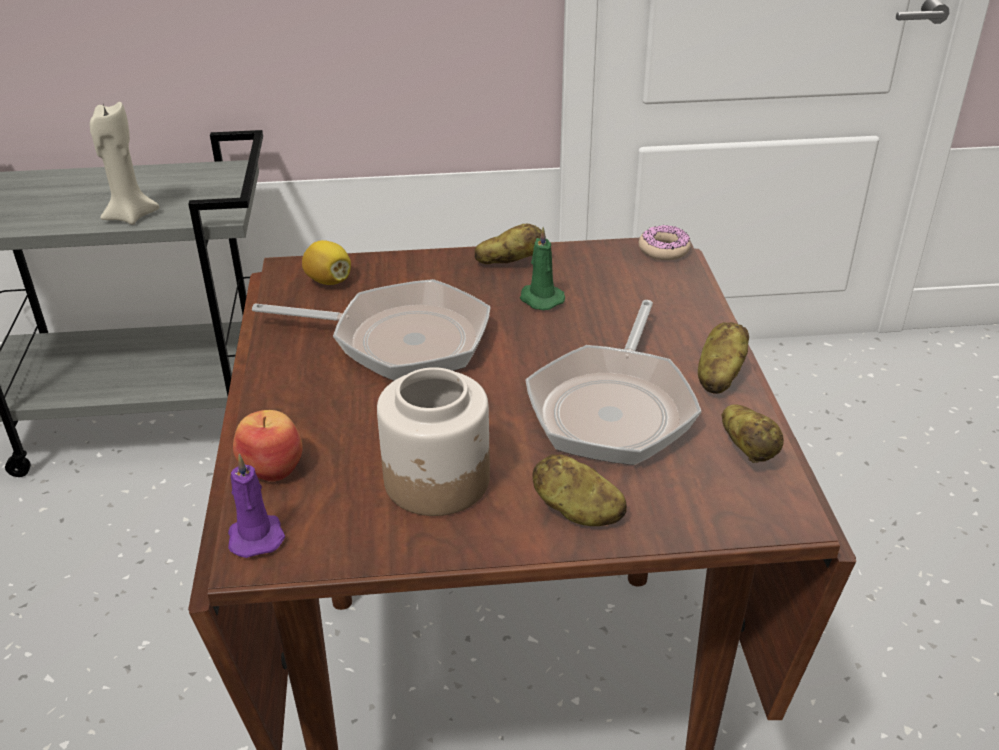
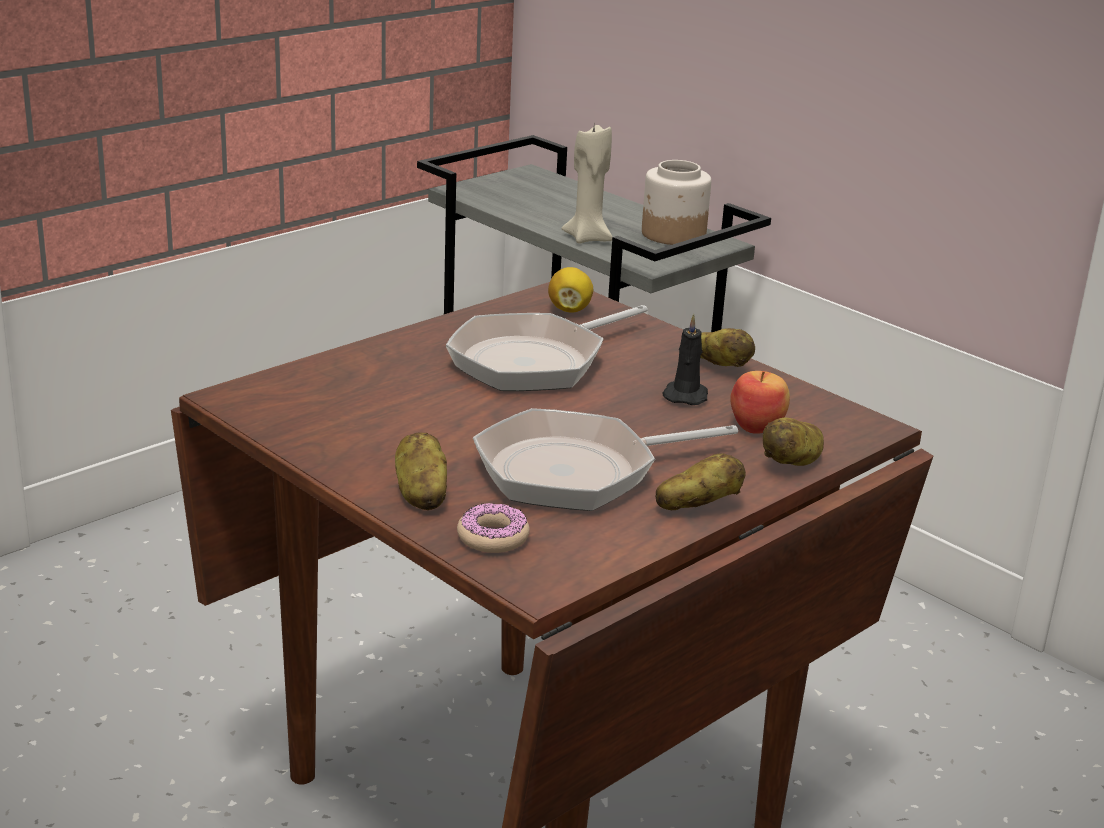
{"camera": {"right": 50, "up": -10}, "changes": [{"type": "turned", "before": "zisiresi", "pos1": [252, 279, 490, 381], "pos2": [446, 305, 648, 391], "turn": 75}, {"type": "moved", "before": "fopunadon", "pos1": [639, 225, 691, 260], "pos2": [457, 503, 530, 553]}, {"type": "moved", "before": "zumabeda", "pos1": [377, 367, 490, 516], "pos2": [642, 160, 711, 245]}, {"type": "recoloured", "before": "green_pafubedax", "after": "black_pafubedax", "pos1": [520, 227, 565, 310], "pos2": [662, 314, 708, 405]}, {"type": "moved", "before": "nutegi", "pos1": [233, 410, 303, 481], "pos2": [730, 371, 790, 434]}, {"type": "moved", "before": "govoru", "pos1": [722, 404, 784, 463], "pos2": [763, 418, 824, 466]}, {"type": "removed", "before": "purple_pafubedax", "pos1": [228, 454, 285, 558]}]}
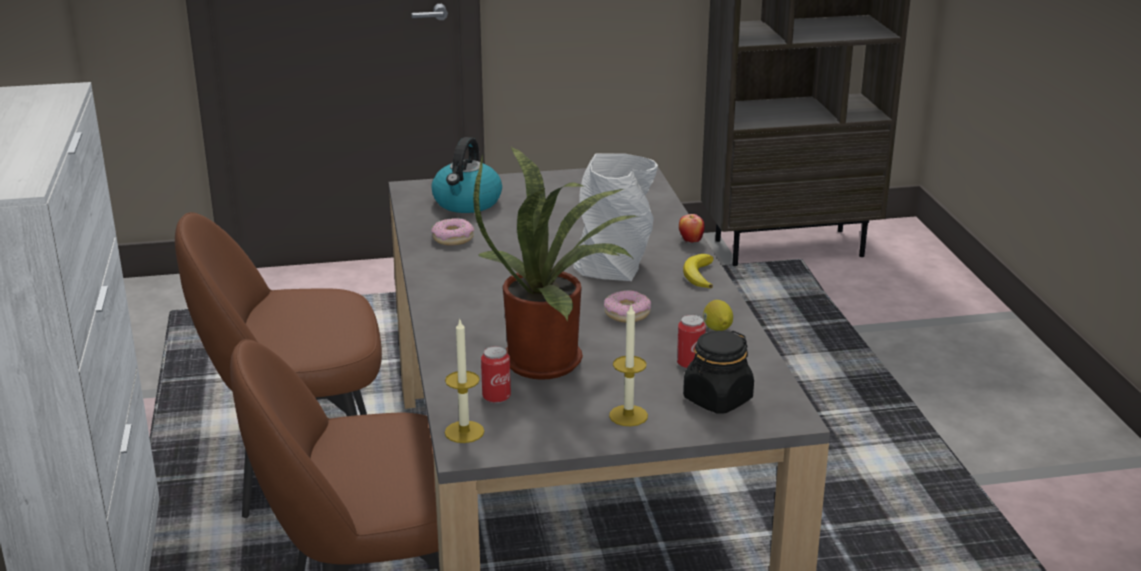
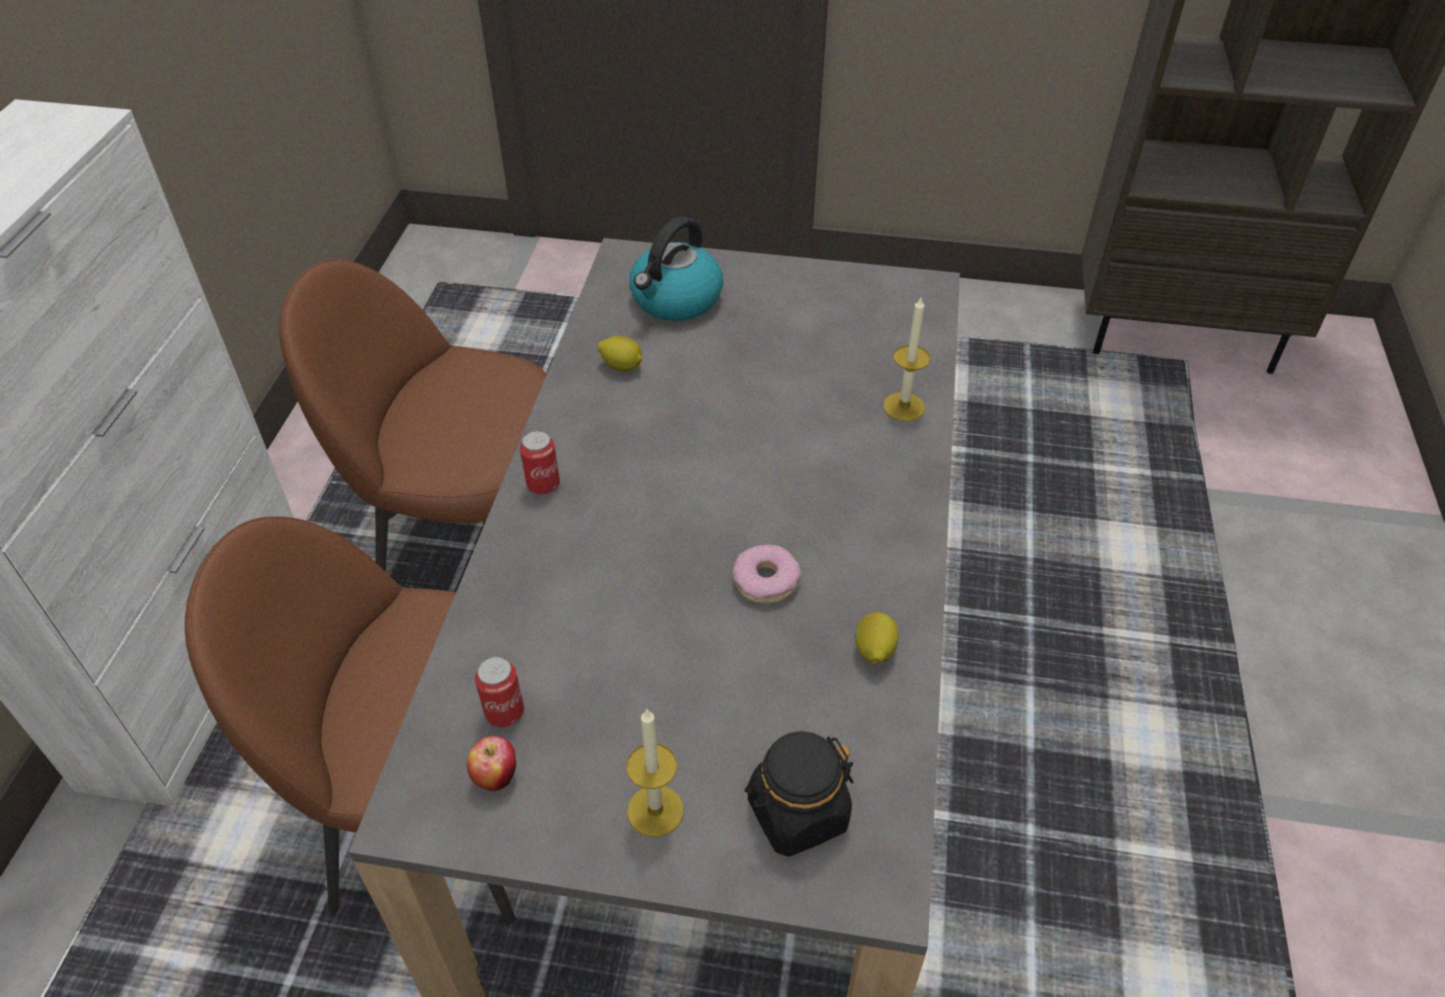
{"camera": {"right": 20, "up": 20}, "changes": [{"type": "moved", "before": "nutegi", "pos1": [679, 214, 705, 243], "pos2": [467, 736, 516, 791]}, {"type": "moved", "before": "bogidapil", "pos1": [677, 314, 706, 369], "pos2": [520, 430, 560, 494]}, {"type": "replaced", "before": "fopunadon", "after": "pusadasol", "pos1": [431, 218, 474, 246], "pos2": [597, 336, 642, 371]}, {"type": "moved", "before": "pafubedax", "pos1": [445, 320, 484, 443], "pos2": [883, 298, 930, 421]}, {"type": "removed", "before": "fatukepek", "pos1": [473, 147, 639, 380]}, {"type": "removed", "before": "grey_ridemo", "pos1": [574, 153, 658, 281]}, {"type": "removed", "before": "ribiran", "pos1": [683, 254, 713, 288]}]}
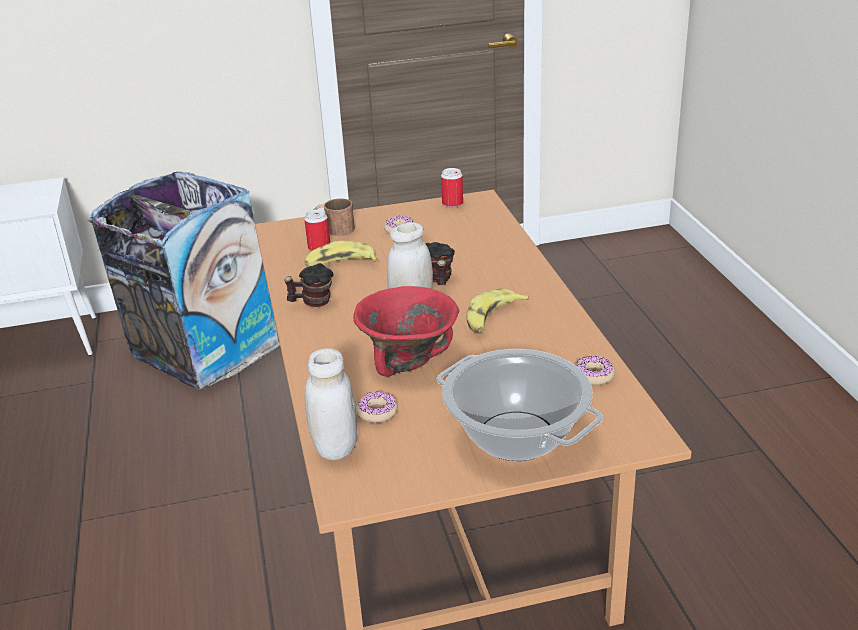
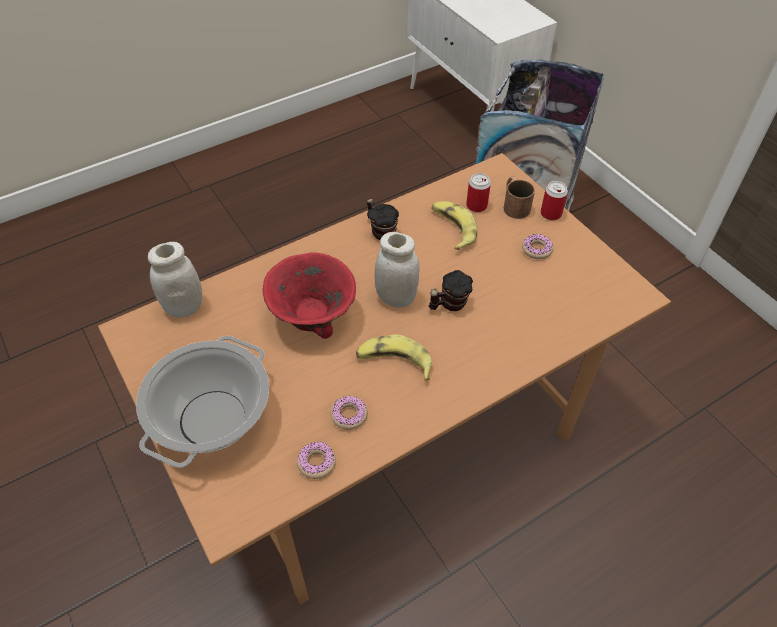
{"camera": {"right": 70, "up": 20}, "changes": [{"type": "moved", "before": "fopunadon", "pos1": [356, 391, 398, 423], "pos2": [330, 396, 368, 430]}, {"type": "moved", "before": "bogidapil", "pos1": [441, 168, 463, 207], "pos2": [541, 181, 568, 220]}]}
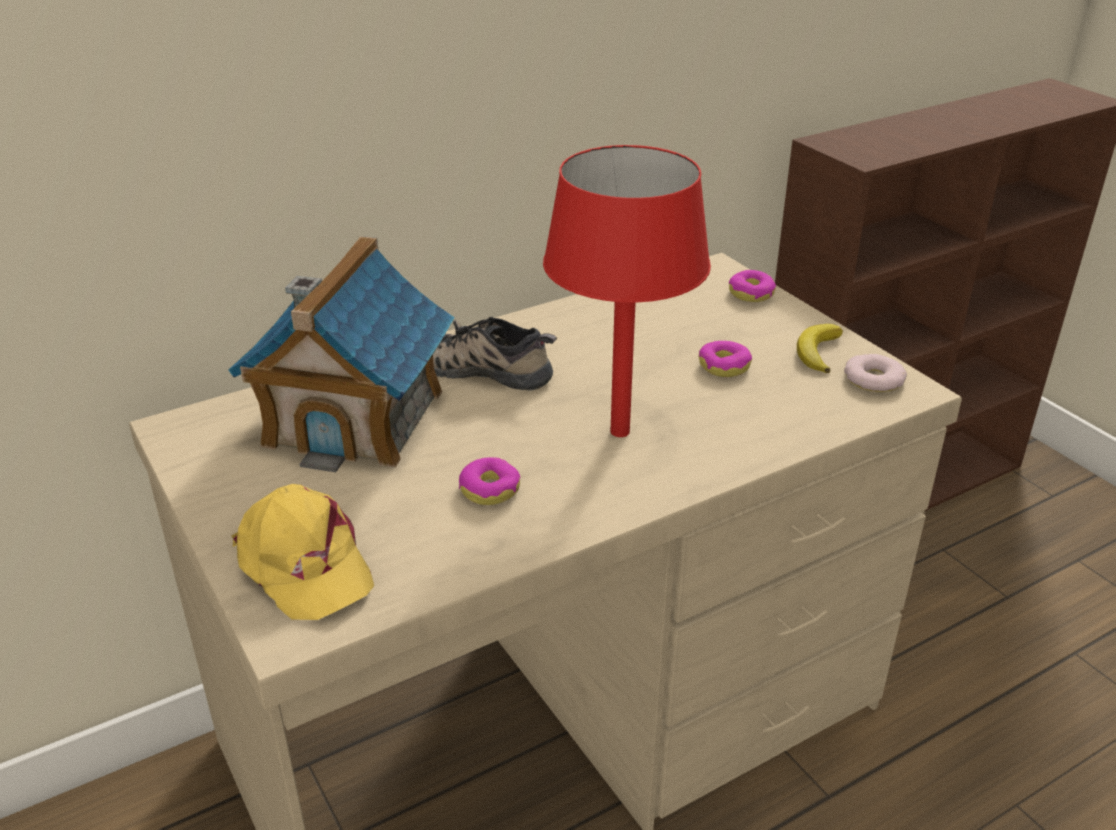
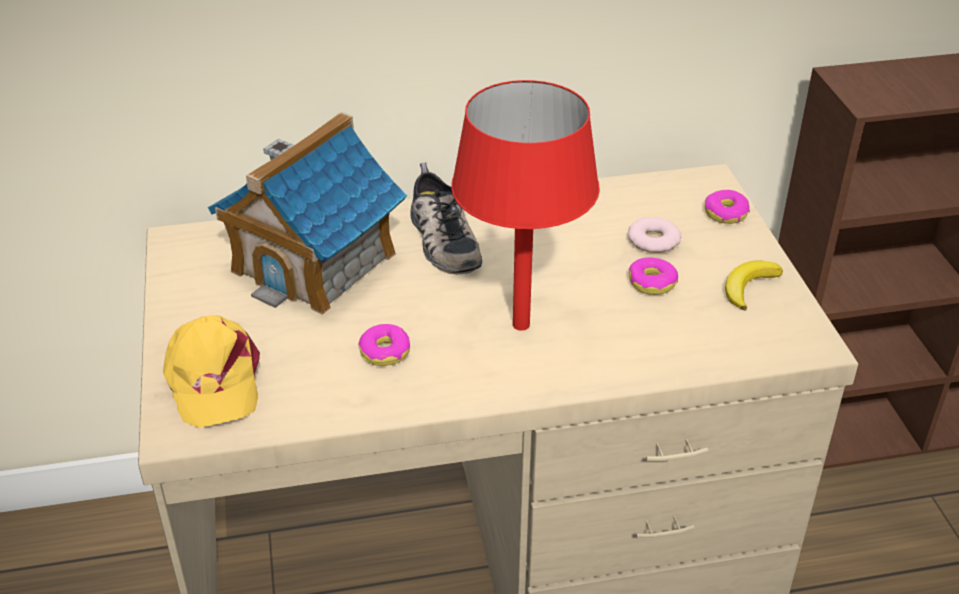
{"camera": {"right": 20, "up": 5}, "changes": [{"type": "turned", "before": "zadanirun", "pos1": [433, 317, 557, 391], "pos2": [410, 163, 482, 274], "turn": -150}, {"type": "moved", "before": "fopunadon", "pos1": [844, 354, 907, 392], "pos2": [628, 217, 681, 253]}]}
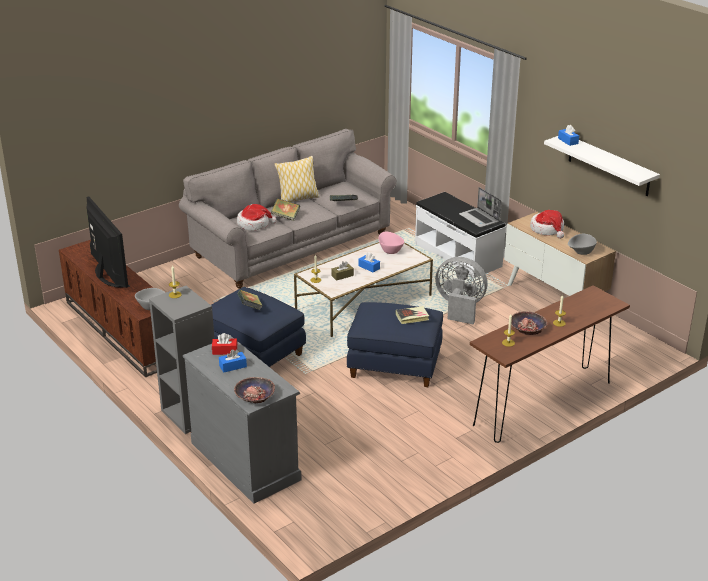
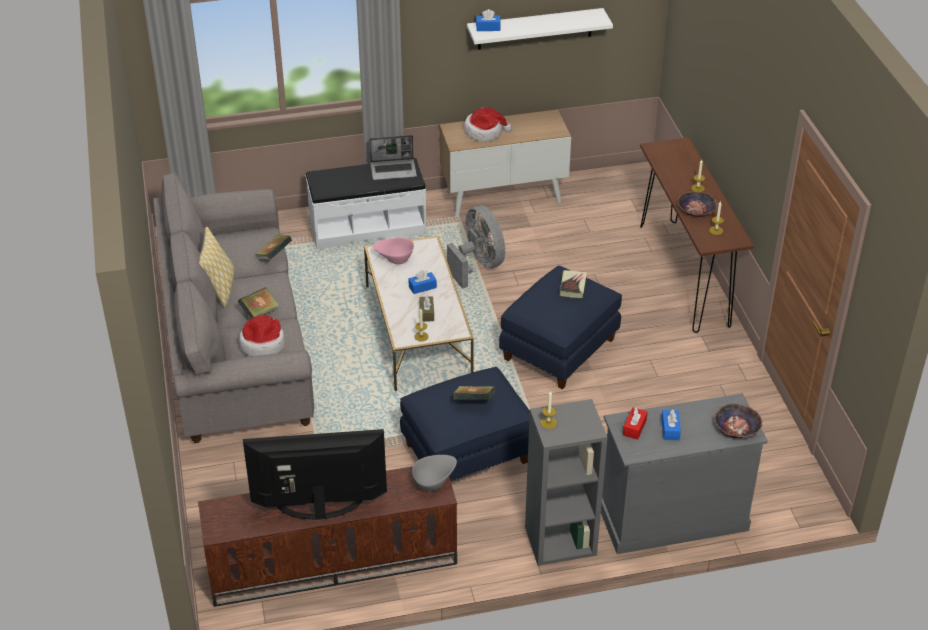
{"camera": {"right": -65, "up": 10}, "changes": [{"type": "turned", "before": "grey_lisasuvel", "pos1": [435, 257, 487, 324], "pos2": [447, 206, 505, 289], "turn": 105}, {"type": "removed", "before": "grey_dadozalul", "pos1": [568, 234, 597, 255]}]}
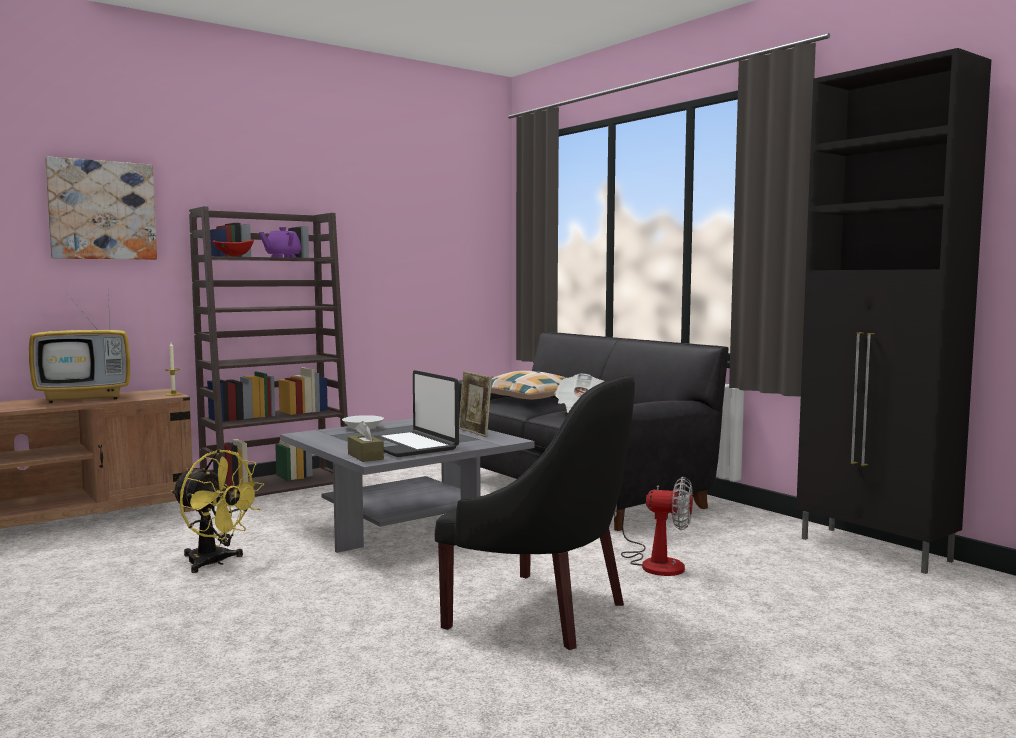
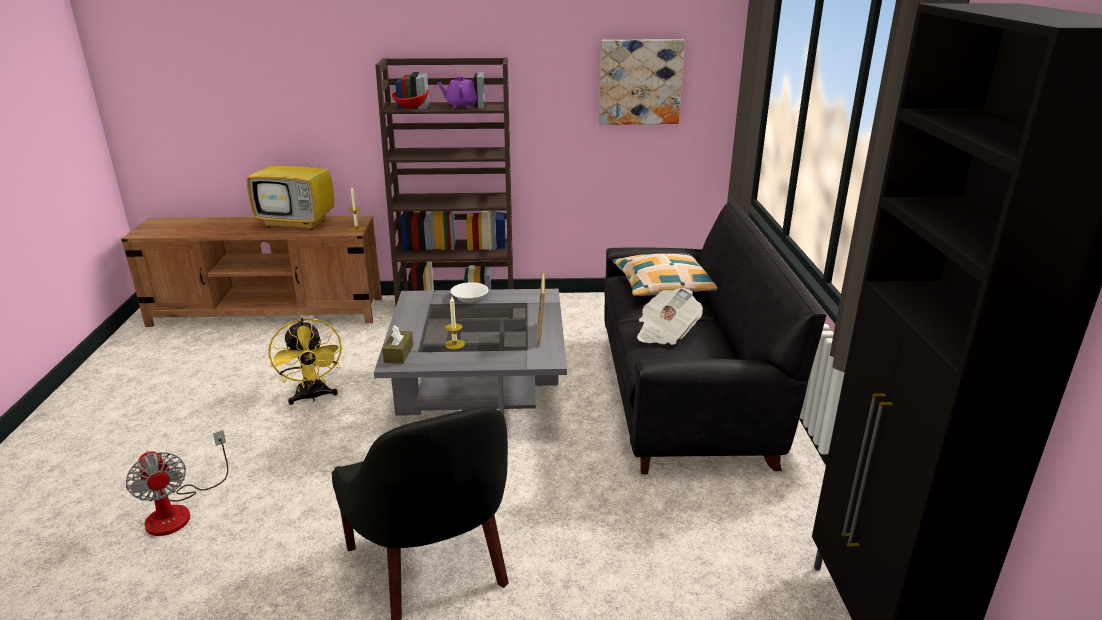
{"camera": {"right": 35, "up": 20}, "changes": [{"type": "moved", "before": "lisasuvel", "pos1": [614, 477, 693, 576], "pos2": [126, 430, 228, 536]}, {"type": "replaced", "before": "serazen", "after": "pafubedax", "pos1": [373, 370, 459, 457], "pos2": [445, 296, 465, 349]}, {"type": "moved", "before": "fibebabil", "pos1": [45, 156, 157, 260], "pos2": [599, 39, 685, 125]}]}
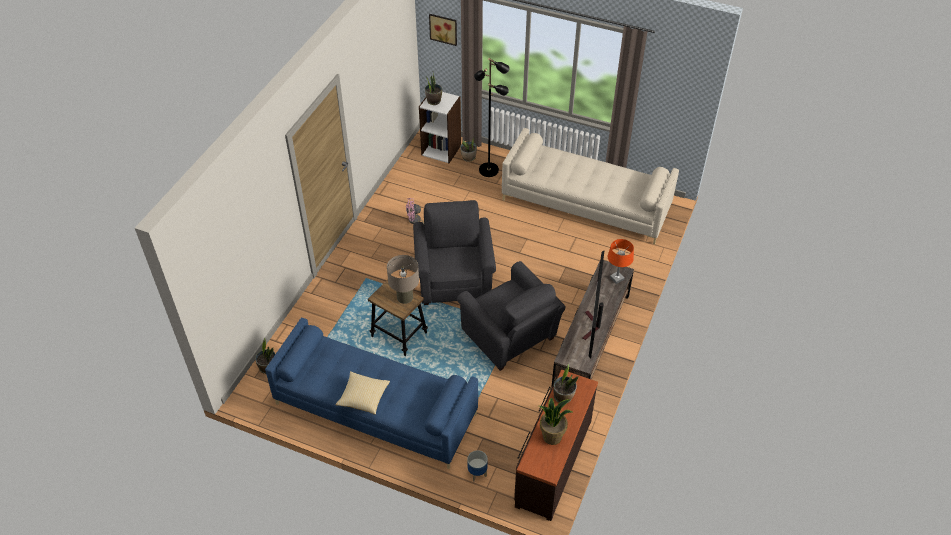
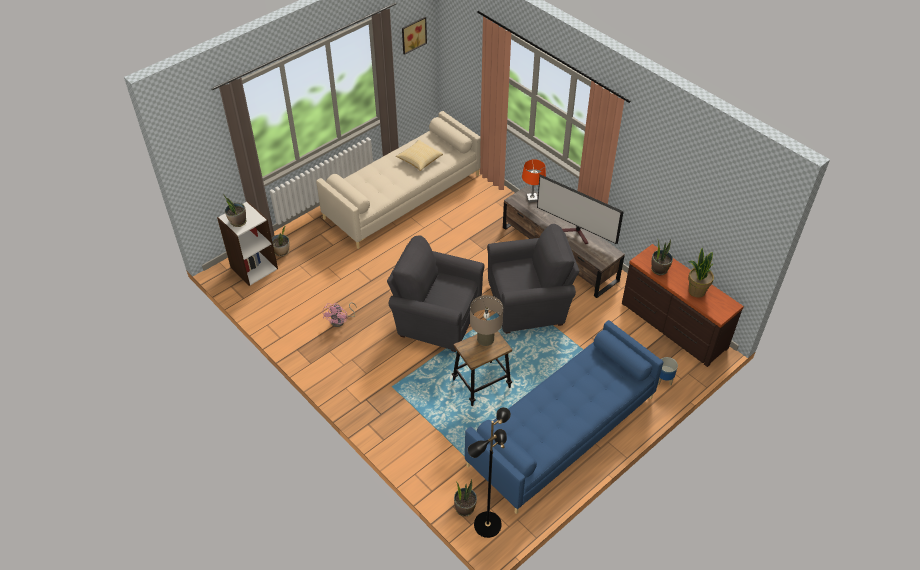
{"camera": {"right": -65, "up": 0}, "changes": [{"type": "moved", "before": "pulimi", "pos1": [336, 371, 390, 415], "pos2": [396, 140, 443, 171]}, {"type": "moved", "before": "fibebabil", "pos1": [429, 14, 457, 46], "pos2": [402, 17, 427, 55]}, {"type": "moved", "before": "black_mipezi", "pos1": [474, 58, 510, 177], "pos2": [468, 407, 511, 538]}]}
